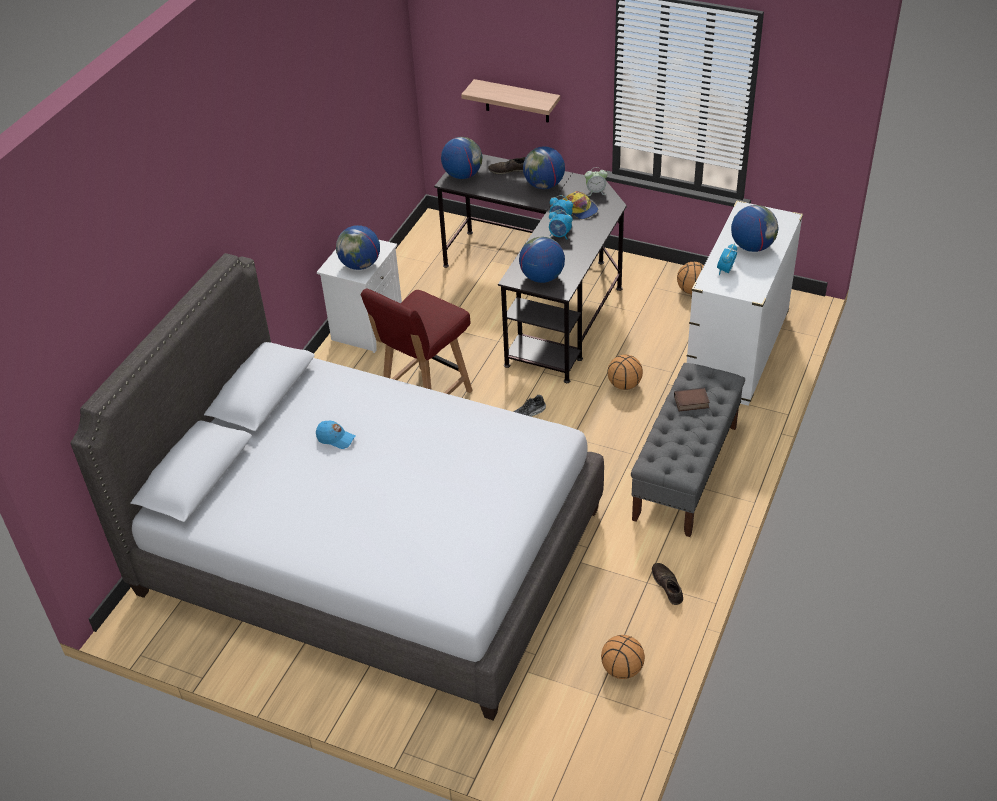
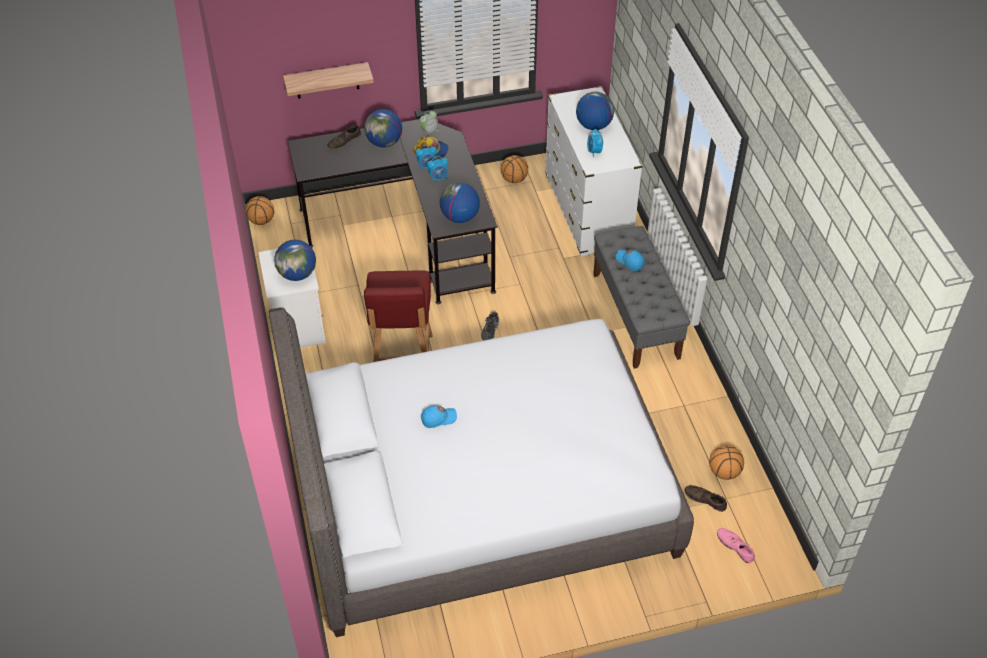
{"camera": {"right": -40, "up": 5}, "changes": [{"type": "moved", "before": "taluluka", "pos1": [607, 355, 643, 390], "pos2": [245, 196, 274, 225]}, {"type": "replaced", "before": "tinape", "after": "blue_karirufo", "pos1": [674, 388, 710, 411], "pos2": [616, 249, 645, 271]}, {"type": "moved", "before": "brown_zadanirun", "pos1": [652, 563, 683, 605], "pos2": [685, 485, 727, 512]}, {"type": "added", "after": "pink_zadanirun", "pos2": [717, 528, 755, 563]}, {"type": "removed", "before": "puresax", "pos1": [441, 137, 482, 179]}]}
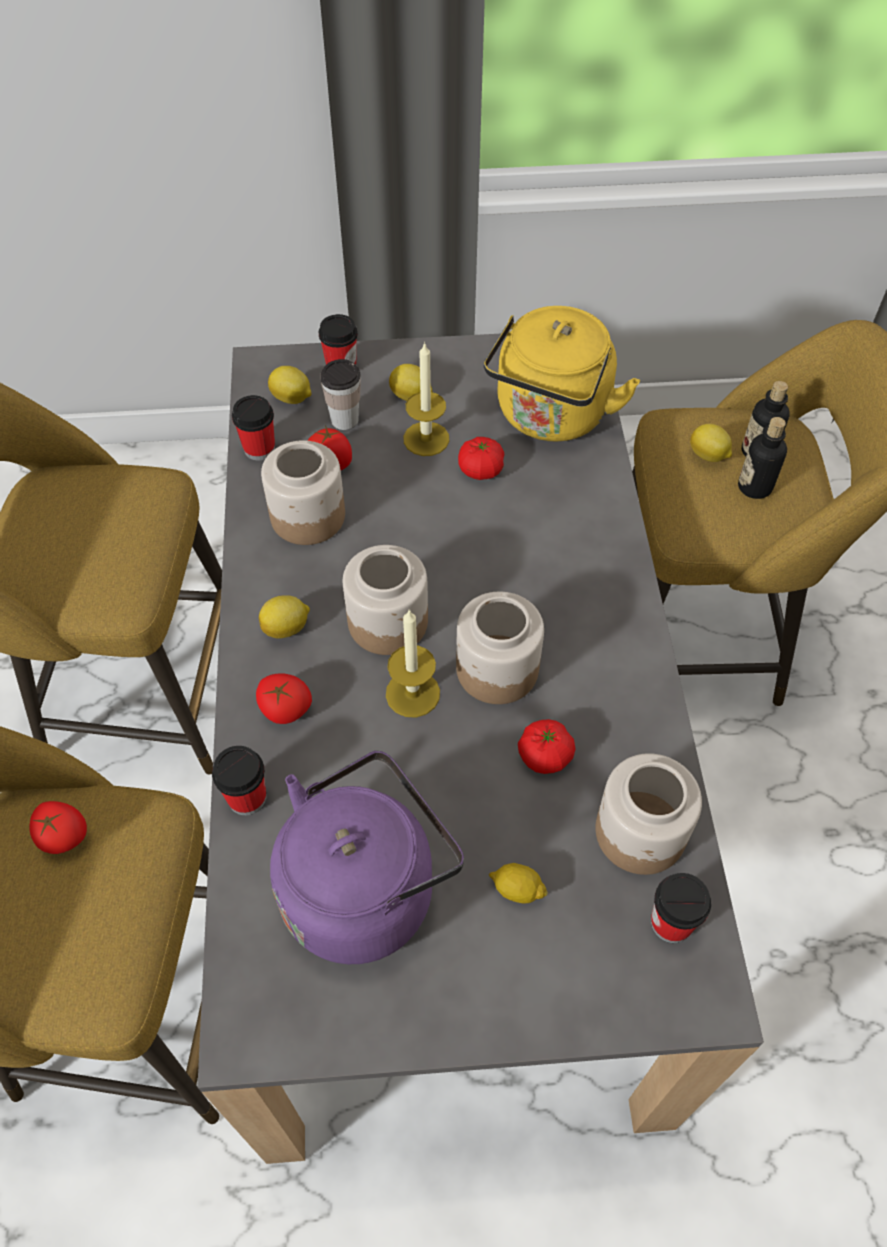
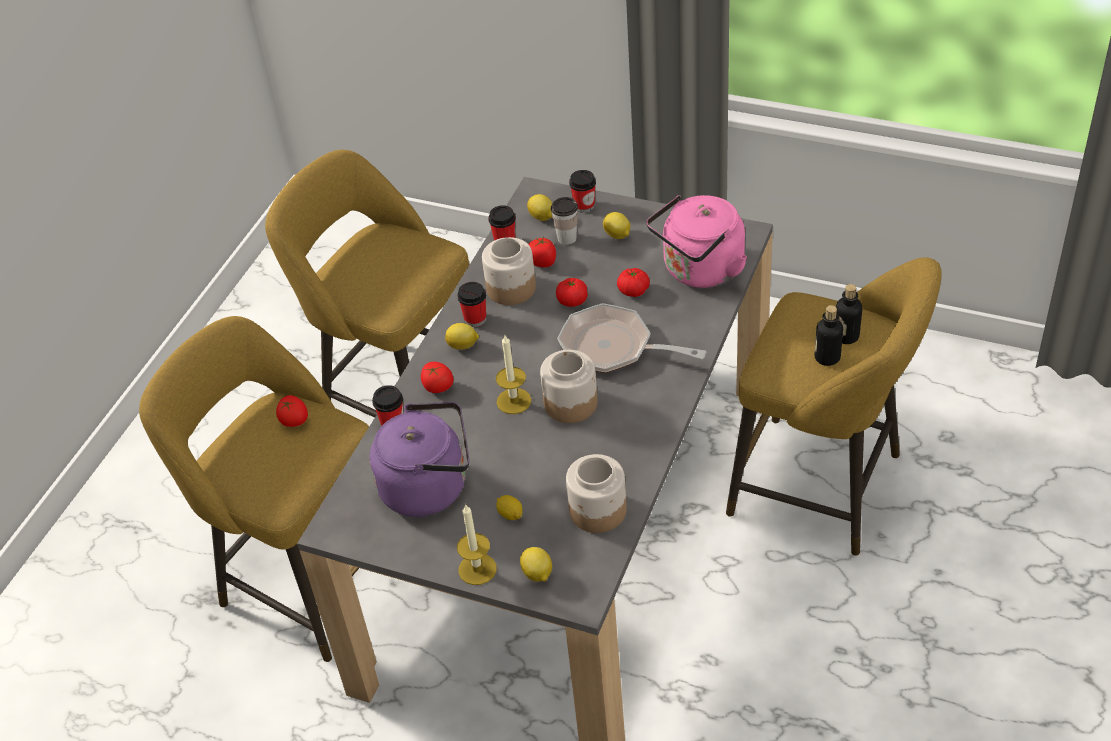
{"camera": {"right": 30, "up": -10}, "changes": [{"type": "moved", "before": "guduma", "pos1": [651, 873, 711, 943], "pos2": [457, 282, 486, 327]}, {"type": "moved", "before": "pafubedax", "pos1": [403, 342, 449, 456], "pos2": [457, 504, 497, 585]}, {"type": "moved", "before": "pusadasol", "pos1": [690, 424, 732, 462], "pos2": [520, 547, 552, 582]}, {"type": "moved", "before": "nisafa", "pos1": [518, 719, 576, 774], "pos2": [556, 278, 588, 307]}, {"type": "added", "after": "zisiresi", "pos2": [557, 303, 706, 373]}, {"type": "recoloured", "before": "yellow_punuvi", "after": "pink_punuvi", "pos1": [484, 306, 640, 442], "pos2": [647, 195, 747, 288]}, {"type": "removed", "before": "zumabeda", "pos1": [343, 545, 428, 655]}]}
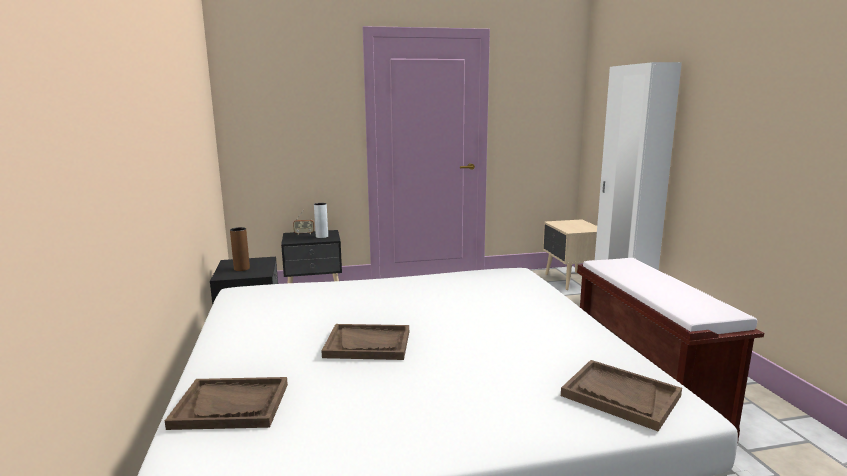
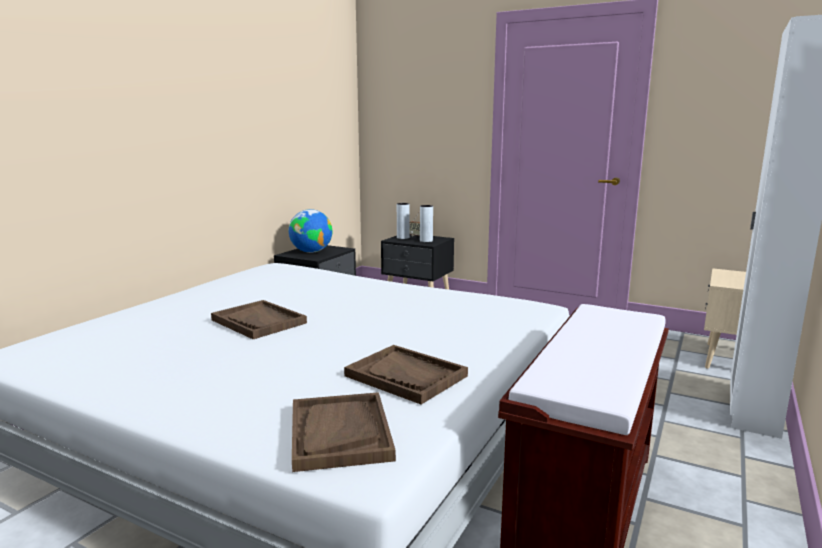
{"camera": {"right": 40, "up": 0}, "changes": [{"type": "replaced", "before": "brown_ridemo", "after": "puresax", "pos1": [230, 227, 250, 271], "pos2": [289, 209, 332, 253]}, {"type": "moved", "before": "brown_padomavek", "pos1": [165, 377, 288, 430], "pos2": [344, 345, 468, 404]}, {"type": "added", "after": "grey_ridemo", "pos2": [397, 203, 410, 239]}]}
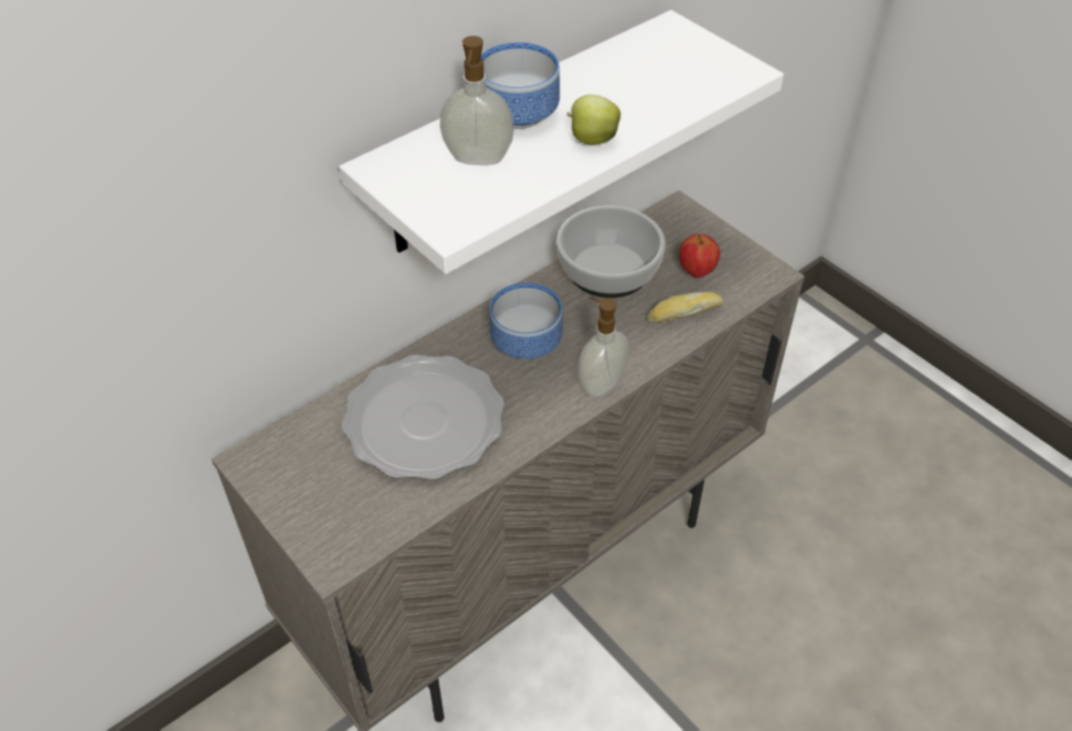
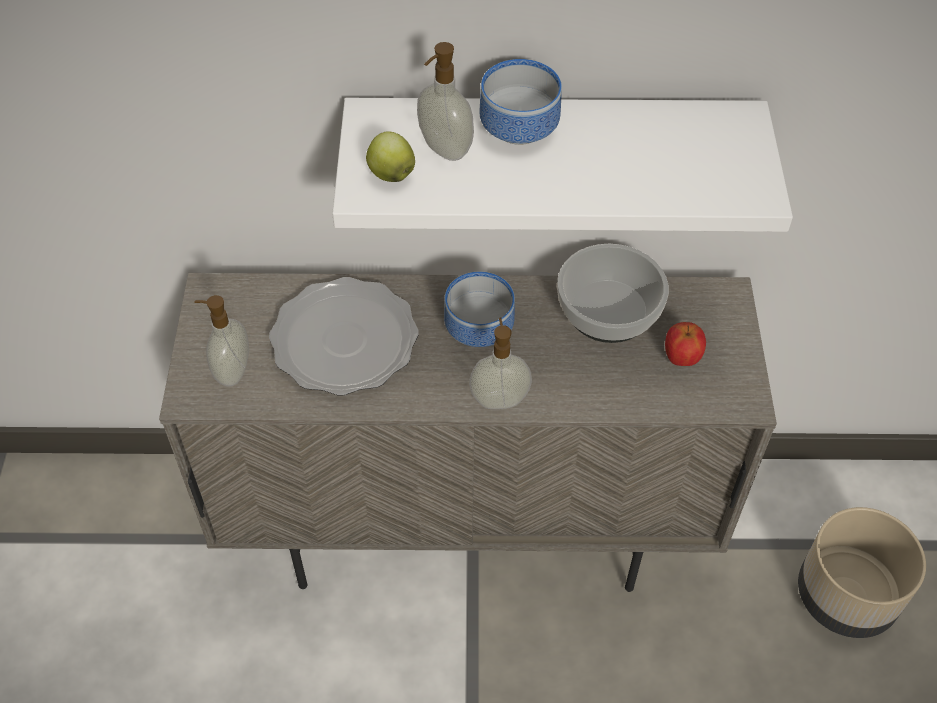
{"camera": {"right": 40, "up": 5}, "changes": [{"type": "added", "after": "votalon", "pos2": [194, 295, 249, 386]}, {"type": "moved", "before": "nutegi", "pos1": [566, 95, 621, 144], "pos2": [366, 131, 415, 182]}, {"type": "added", "after": "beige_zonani", "pos2": [798, 507, 926, 638]}, {"type": "removed", "before": "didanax", "pos1": [647, 292, 724, 323]}]}
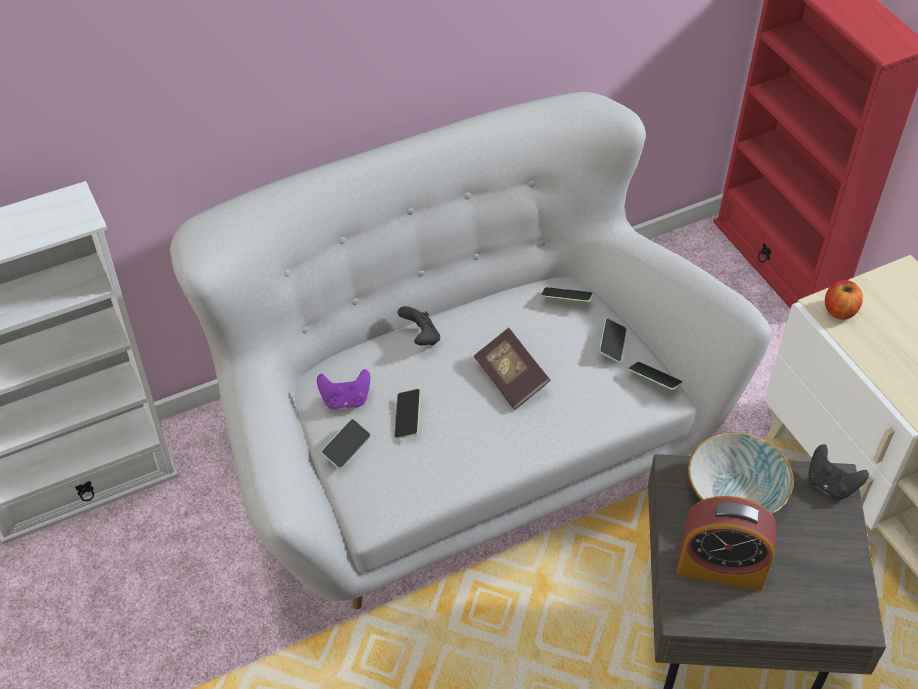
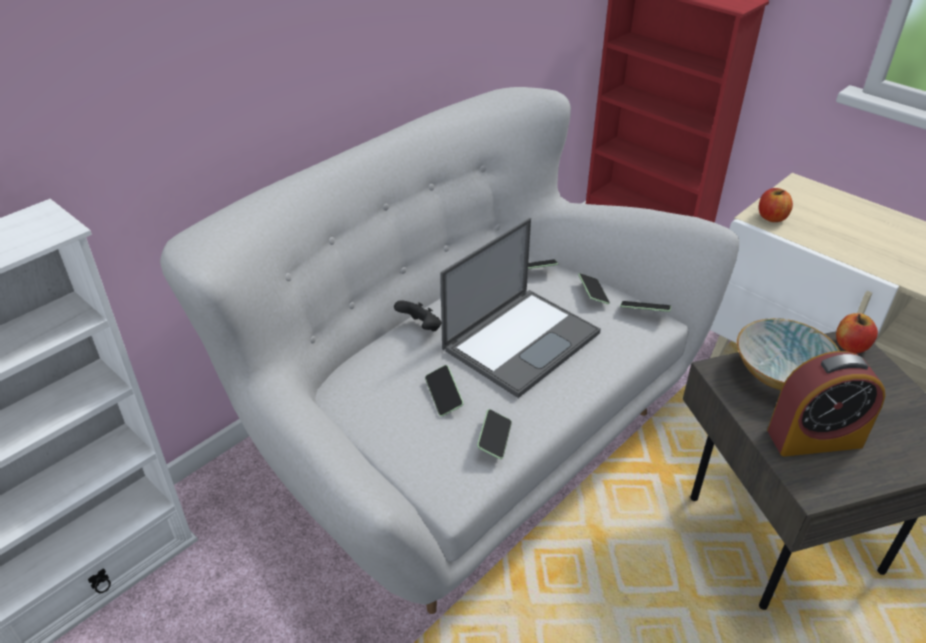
{"camera": {"right": -20, "up": -10}, "changes": [{"type": "replaced", "before": "tinape", "after": "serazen", "pos1": [474, 328, 551, 410], "pos2": [440, 218, 601, 398]}, {"type": "moved", "before": "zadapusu", "pos1": [321, 419, 371, 469], "pos2": [477, 409, 512, 459]}, {"type": "replaced", "before": "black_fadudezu", "after": "nutegi", "pos1": [808, 444, 869, 499], "pos2": [836, 313, 878, 354]}, {"type": "removed", "before": "purple_fadudezu", "pos1": [317, 369, 370, 410]}]}
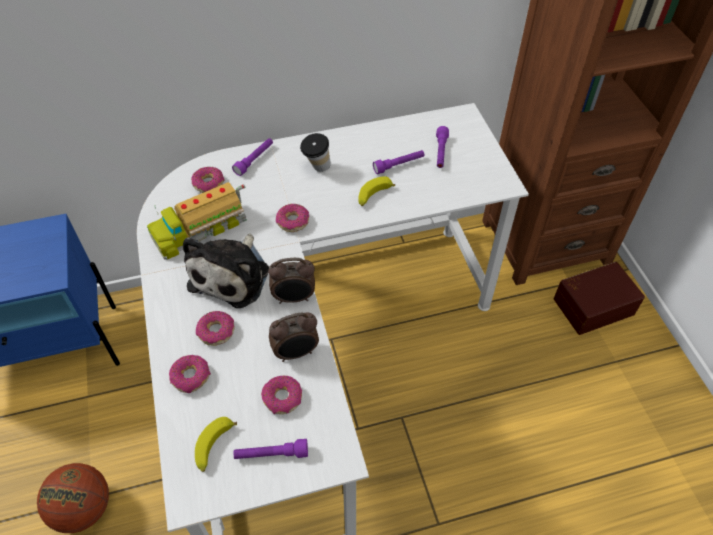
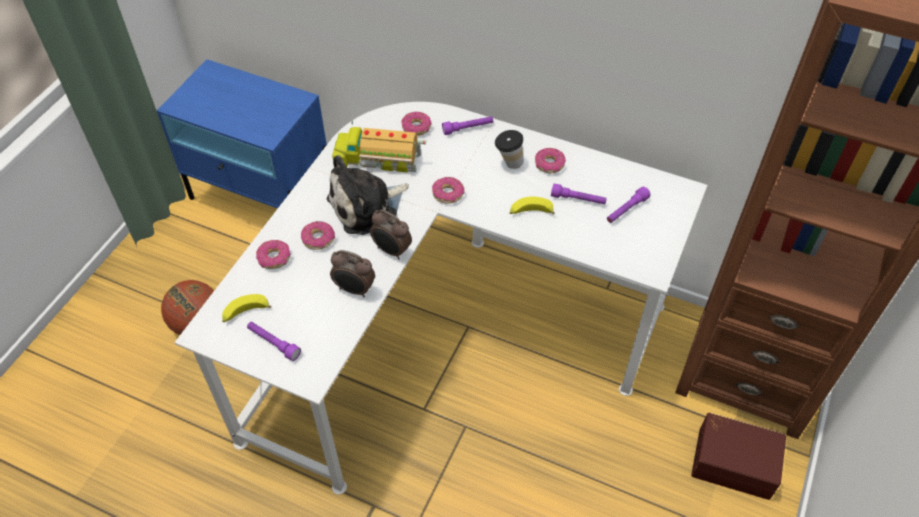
{"camera": {"right": 40, "up": 0}, "changes": [{"type": "moved", "before": "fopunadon", "pos1": [261, 376, 302, 414], "pos2": [535, 148, 566, 173]}]}
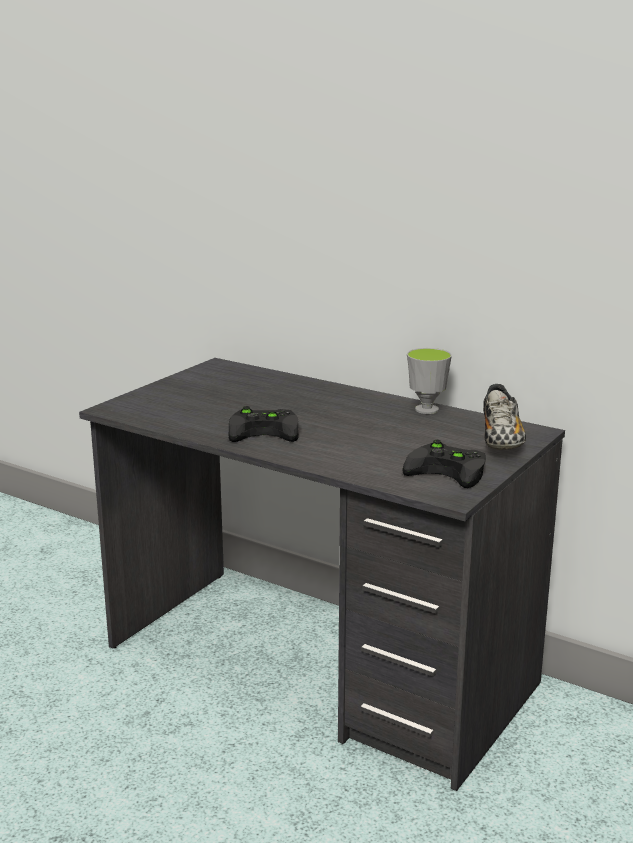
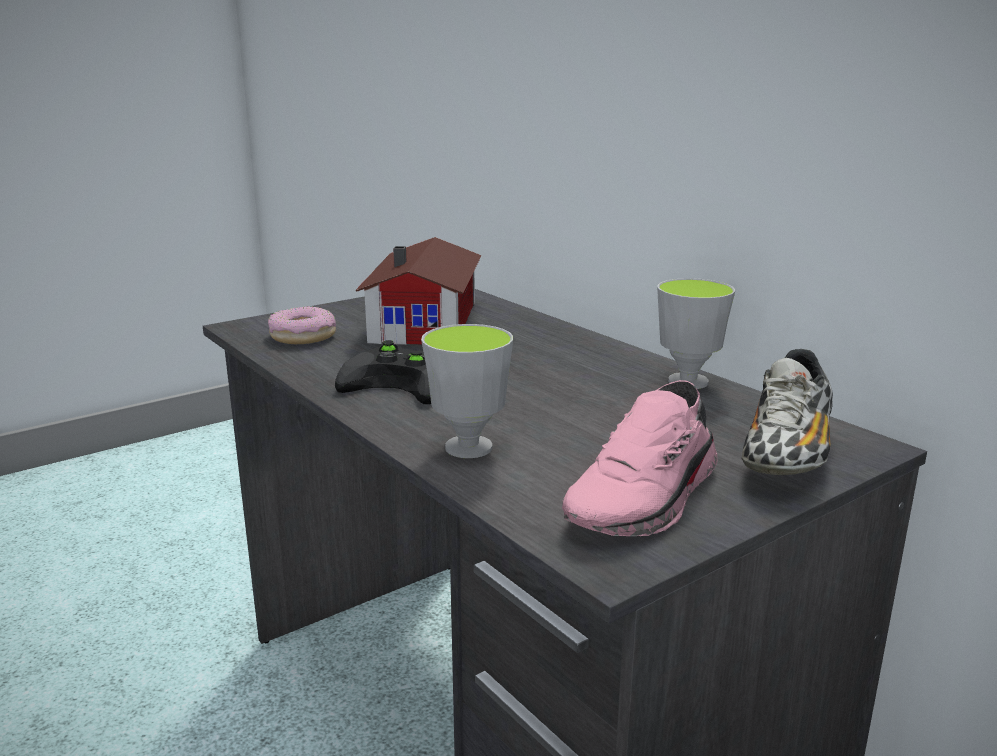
{"camera": {"right": 20, "up": 0}, "changes": [{"type": "added", "after": "fopunadon", "pos2": [268, 306, 336, 344]}, {"type": "added", "after": "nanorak", "pos2": [356, 237, 482, 345]}, {"type": "added", "after": "guduma", "pos2": [421, 324, 513, 458]}, {"type": "replaced", "before": "black_fadudezu", "after": "pink_zadanirun", "pos1": [402, 440, 486, 488], "pos2": [562, 380, 718, 536]}]}
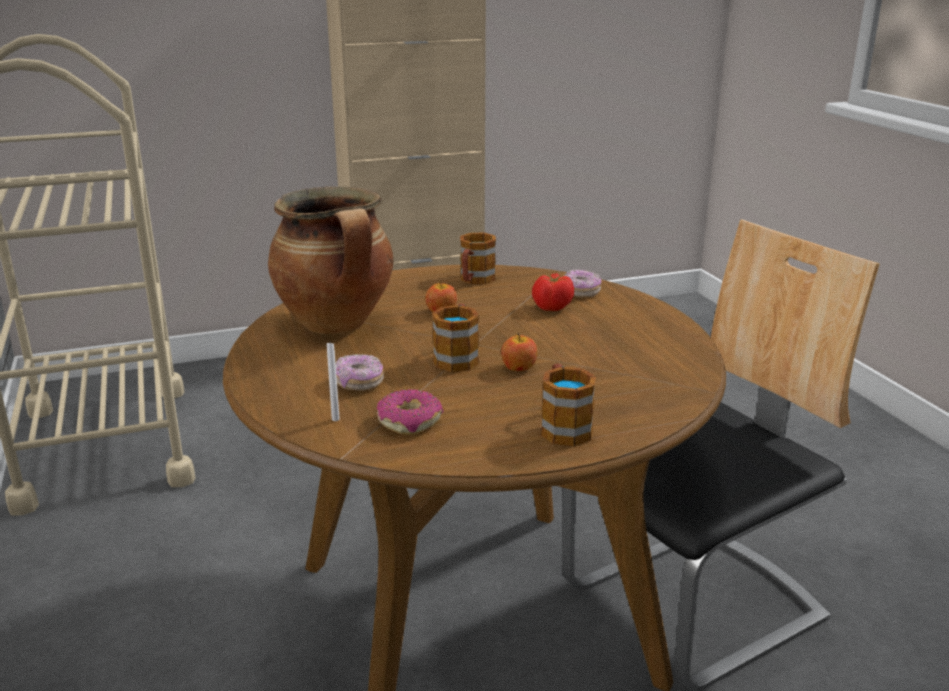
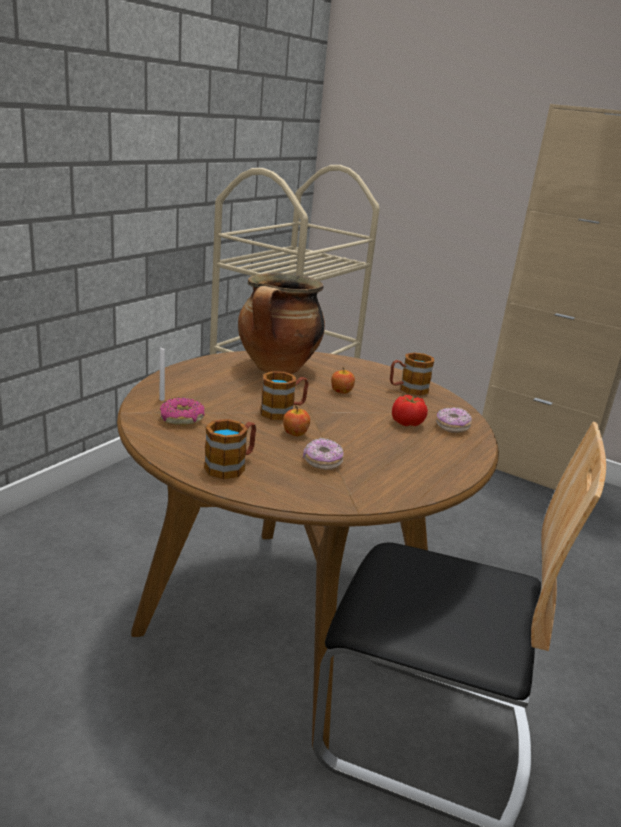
{"camera": {"right": 50, "up": 0}, "changes": [{"type": "moved", "before": "fopunadon", "pos1": [336, 354, 384, 391], "pos2": [303, 438, 344, 470]}]}
